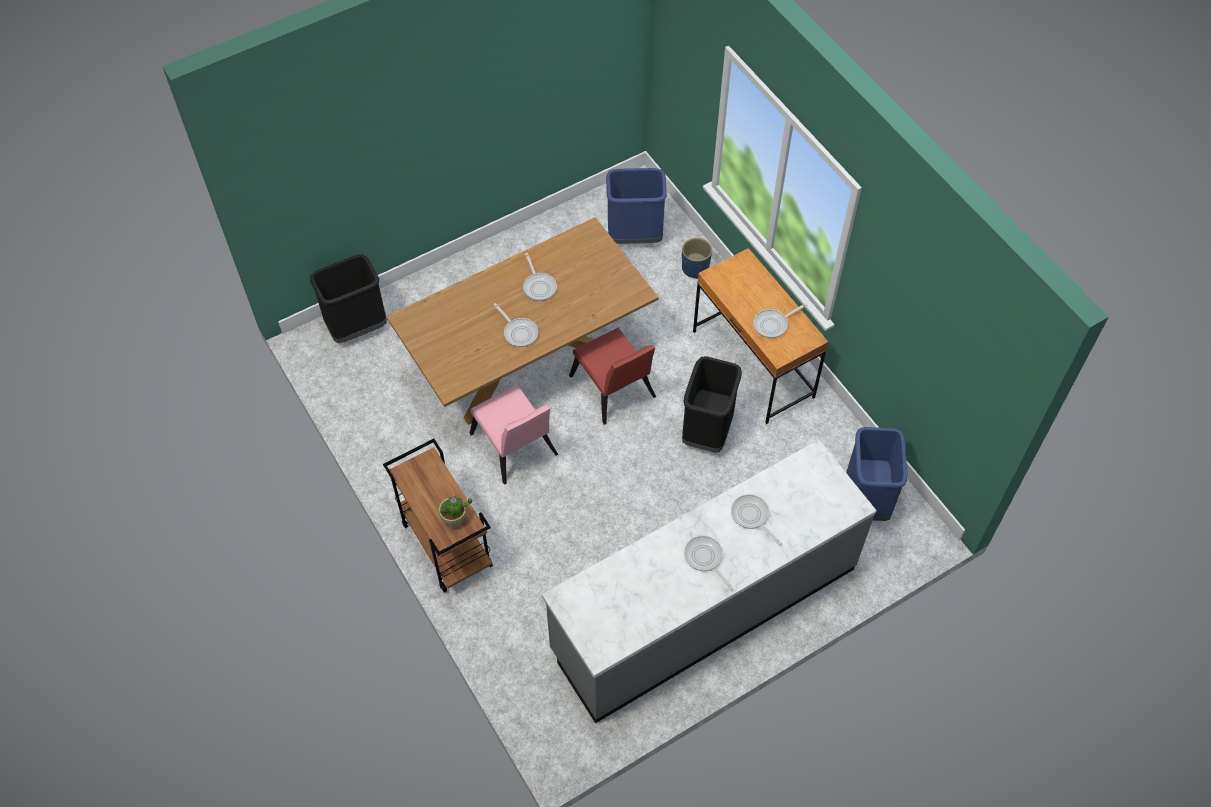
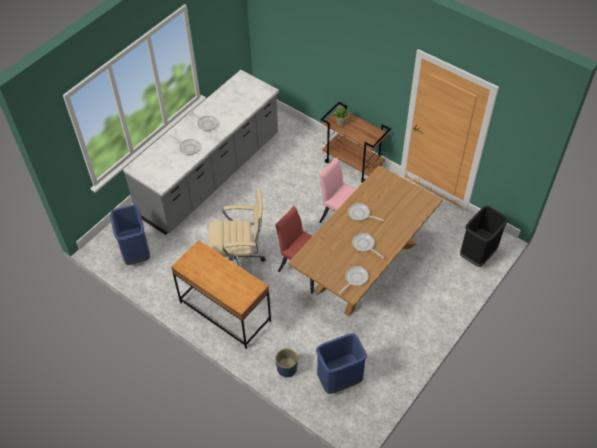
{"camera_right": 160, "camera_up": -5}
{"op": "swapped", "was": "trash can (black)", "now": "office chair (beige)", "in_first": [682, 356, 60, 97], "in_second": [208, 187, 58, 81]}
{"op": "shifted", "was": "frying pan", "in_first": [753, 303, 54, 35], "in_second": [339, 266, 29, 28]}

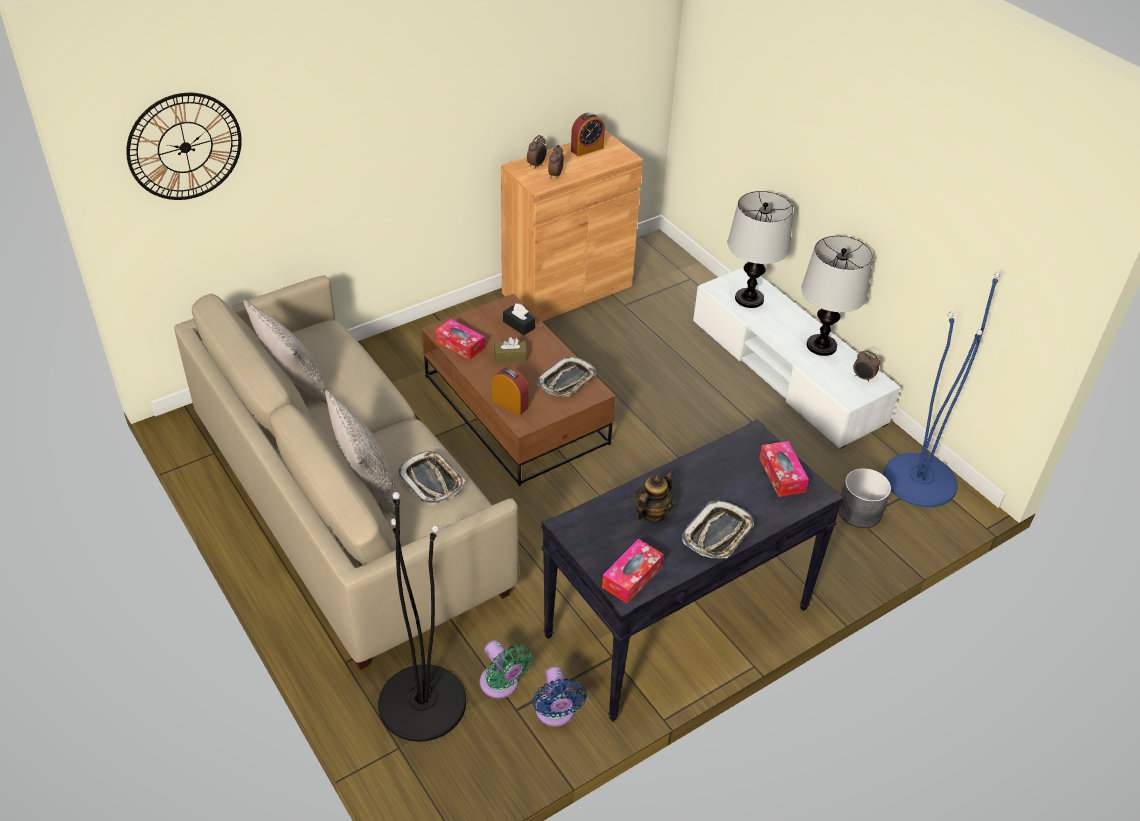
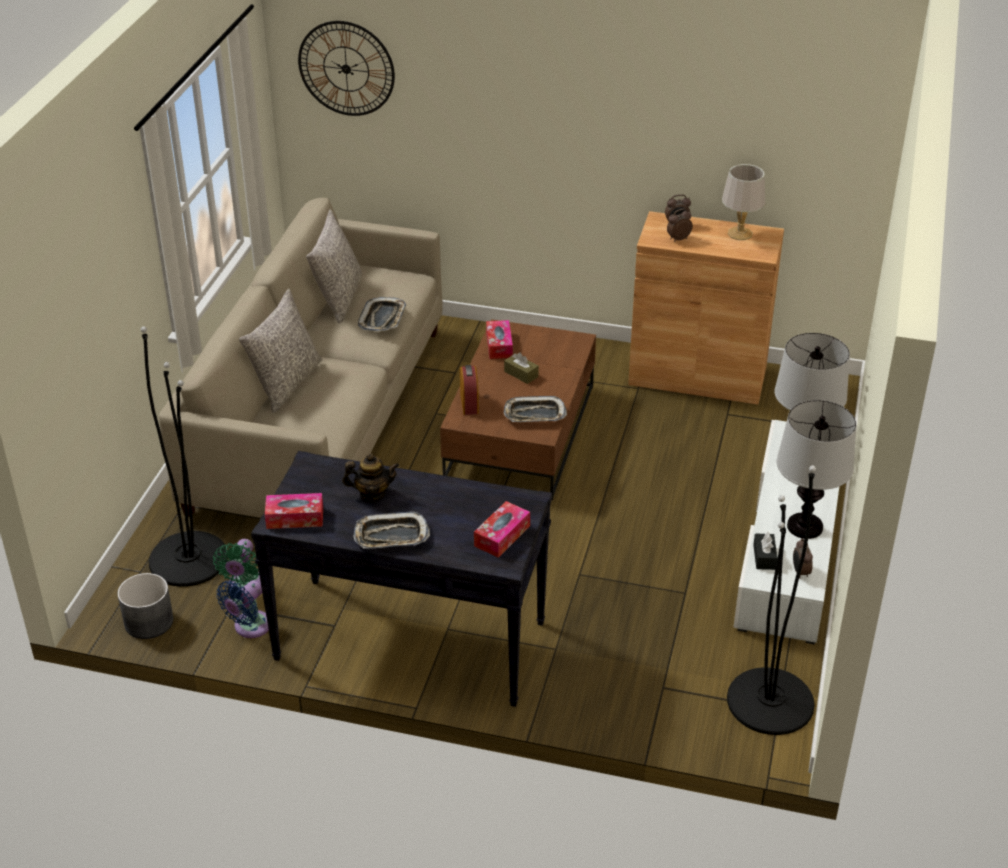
{"camera_right": 50, "camera_up": -5}
{"op": "shifted", "was": "planter (grey)", "in_first": [838, 468, 53, 60], "in_second": [117, 573, 56, 66]}
{"op": "shifted", "was": "tray", "in_first": [397, 451, 68, 54], "in_second": [358, 297, 48, 34]}
{"op": "swapped", "was": "alarm clock", "now": "table lamp (grey)", "in_first": [571, 112, 34, 44], "in_second": [722, 164, 43, 76]}
{"op": "repainted", "was": "floor lamp (blue)", "now": "floor lamp (black)", "in_first": [884, 272, 116, 235], "in_second": [727, 465, 89, 270]}
{"op": "shifted", "was": "tissue box (black)", "in_first": [503, 303, 32, 32], "in_second": [753, 532, 24, 38]}

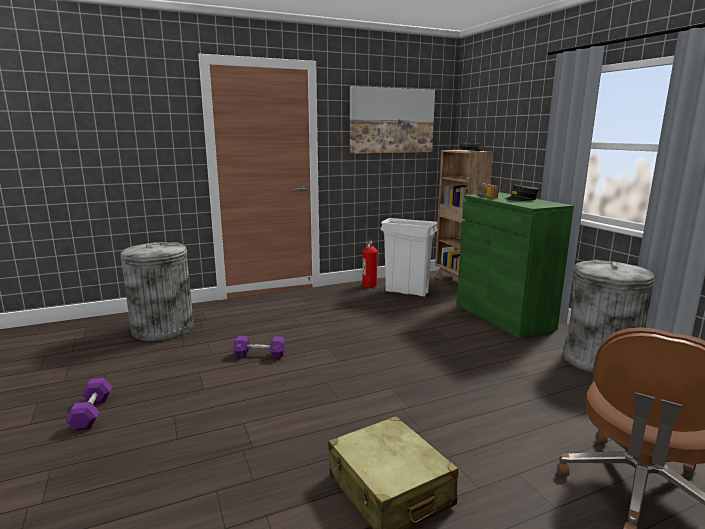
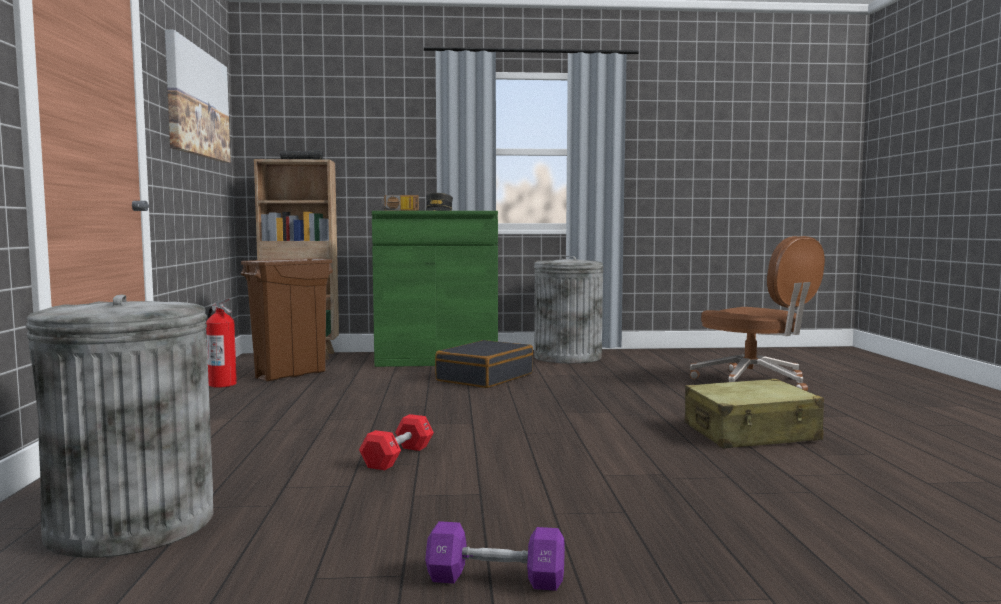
{"camera_right": -70, "camera_up": -10}
{"op": "repainted", "was": "trash can (white)", "now": "trash can (brown)", "in_first": [381, 218, 57, 79], "in_second": [241, 258, 92, 123]}
{"op": "repainted", "was": "dumbbell (purple)", "now": "dumbbell (red)", "in_first": [233, 336, 52, 22], "in_second": [359, 414, 75, 56]}
{"op": "new", "now": "suitcase (black)", "in_second": [435, 340, 98, 48]}

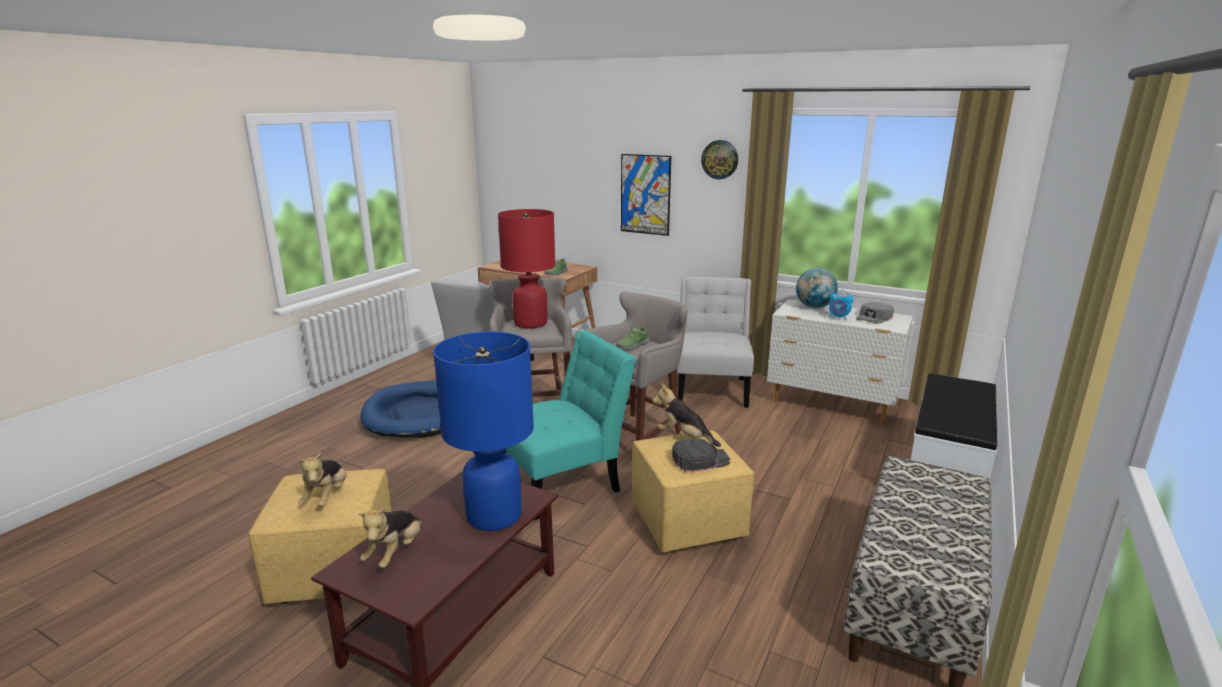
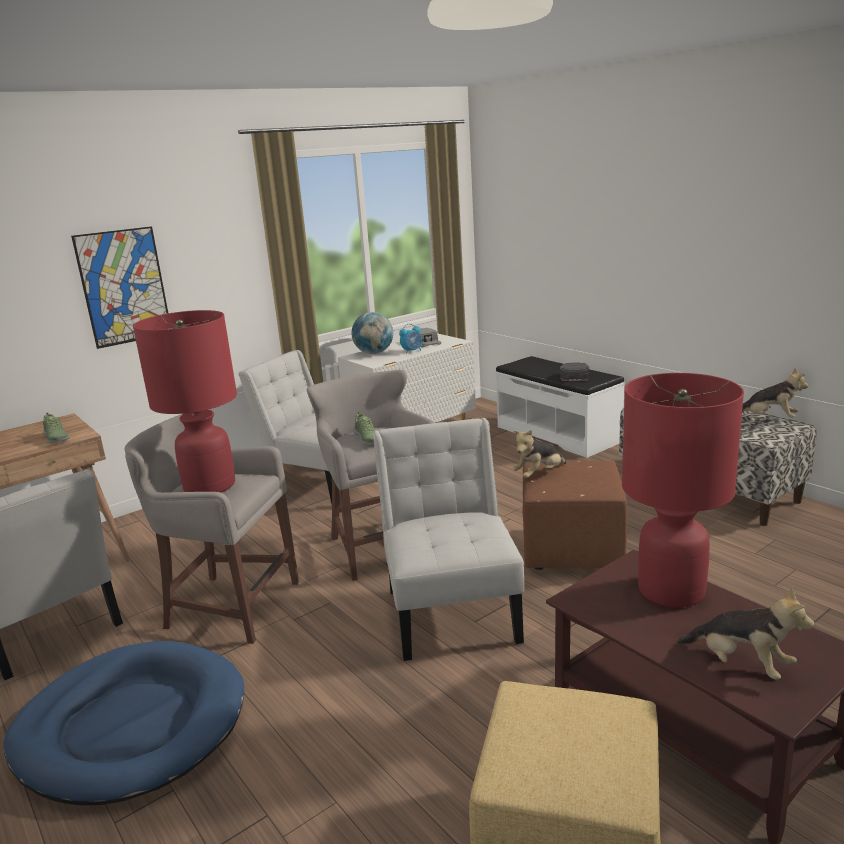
{"camera_right": -65, "camera_up": 0}
{"op": "repainted", "was": "chair (turquoise)", "now": "chair (white)", "in_first": [505, 330, 131, 190], "in_second": [373, 418, 151, 243]}
{"op": "repainted", "was": "ottoman (yellow)", "now": "ottoman (brown)", "in_first": [632, 430, 122, 123], "in_second": [523, 461, 104, 109]}
{"op": "shifted", "was": "cap (black)", "in_first": [672, 438, 58, 34], "in_second": [560, 363, 29, 18]}
{"op": "repainted", "was": "table lamp (blue)", "now": "table lamp (red)", "in_first": [433, 332, 101, 199], "in_second": [622, 373, 122, 234]}
{"op": "shifted", "was": "plush toy", "in_first": [298, 452, 49, 55], "in_second": [742, 368, 66, 50]}
{"op": "gone", "was": "wall clock", "in_first": [701, 140, 37, 39]}

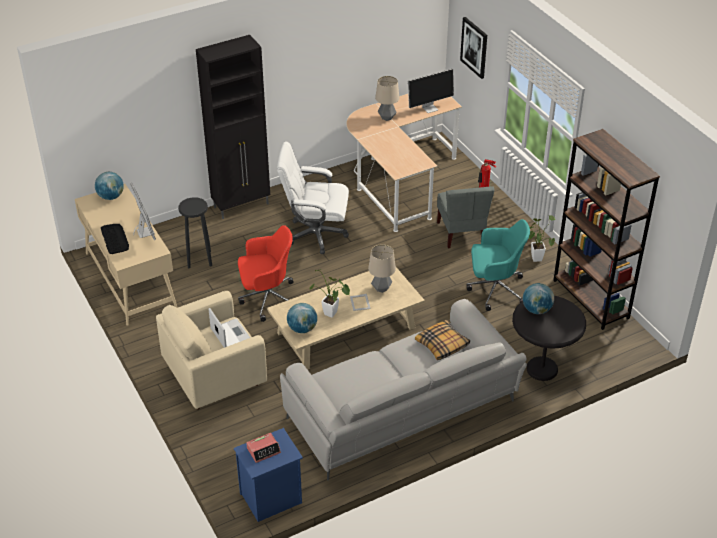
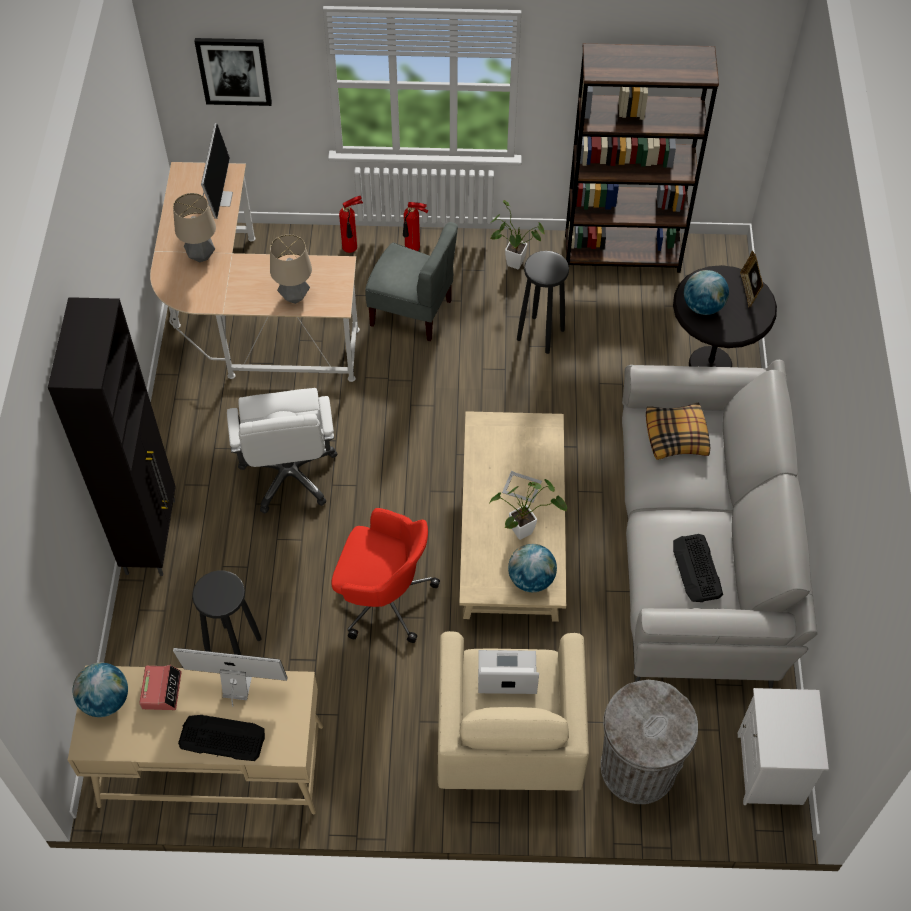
{"camera_right": -60, "camera_up": 15}
{"op": "shifted", "was": "alarm clock", "in_first": [246, 433, 35, 30], "in_second": [139, 665, 43, 45]}
{"op": "rotated", "was": "office chair (white)", "in_first": [277, 141, 72, 113], "in_second": [227, 388, 110, 125], "clockwise": -45}
{"op": "shifted", "was": "table lamp", "in_first": [368, 244, 28, 49], "in_second": [270, 234, 42, 70]}
{"op": "rotated", "was": "office chair (red)", "in_first": [238, 225, 56, 97], "in_second": [332, 508, 108, 135], "clockwise": 90}
{"op": "new", "now": "fire extinguisher", "in_second": [403, 202, 25, 49]}
{"op": "swapped", "was": "office chair (turquoise)", "now": "stool (black)", "in_first": [467, 219, 63, 92], "in_second": [517, 251, 52, 103]}
{"op": "new", "now": "trash can (grey)", "in_second": [601, 680, 97, 124]}
{"op": "new", "now": "keyboard", "in_second": [673, 534, 50, 68]}
{"op": "repainted", "was": "nightstand (blue)", "now": "nightstand (white)", "in_first": [234, 428, 69, 94], "in_second": [738, 688, 91, 117]}
{"op": "new", "now": "picture frame", "in_second": [740, 251, 24, 57]}

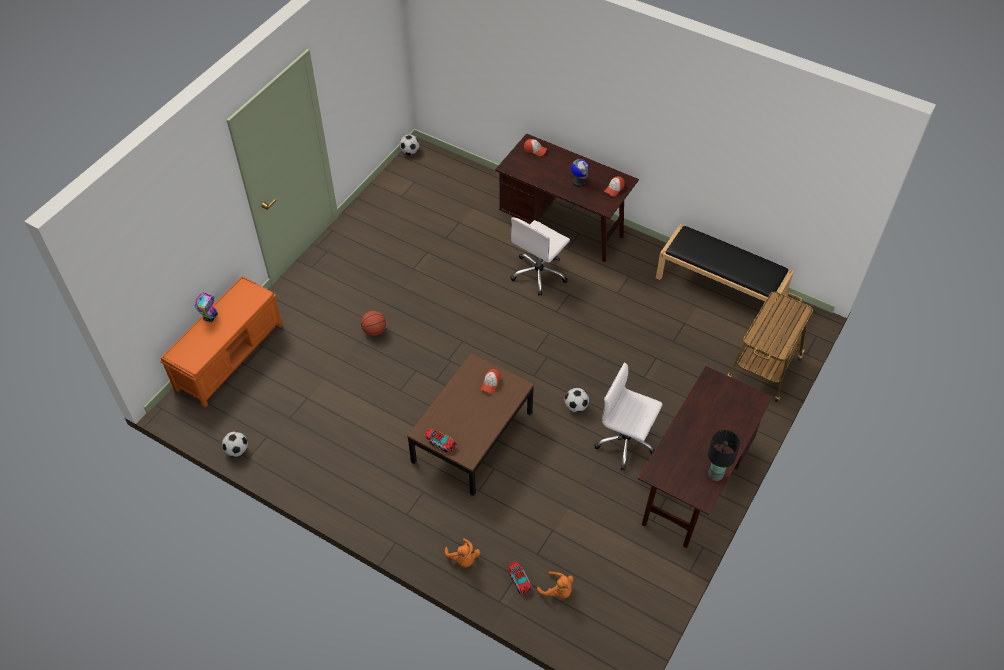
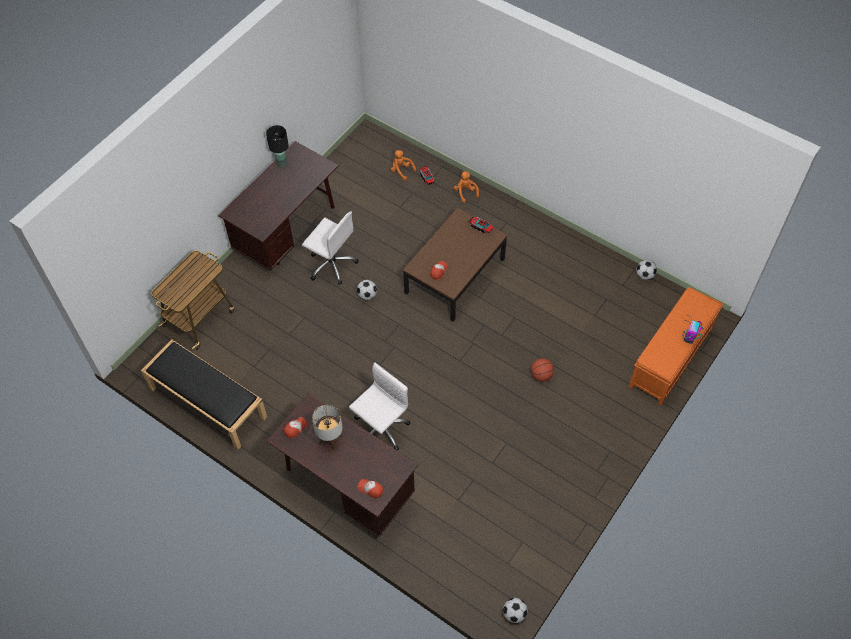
{"camera_right": -175, "camera_up": 5}
{"op": "swapped", "was": "globe", "now": "table lamp", "in_first": [571, 159, 18, 28], "in_second": [312, 405, 31, 46]}

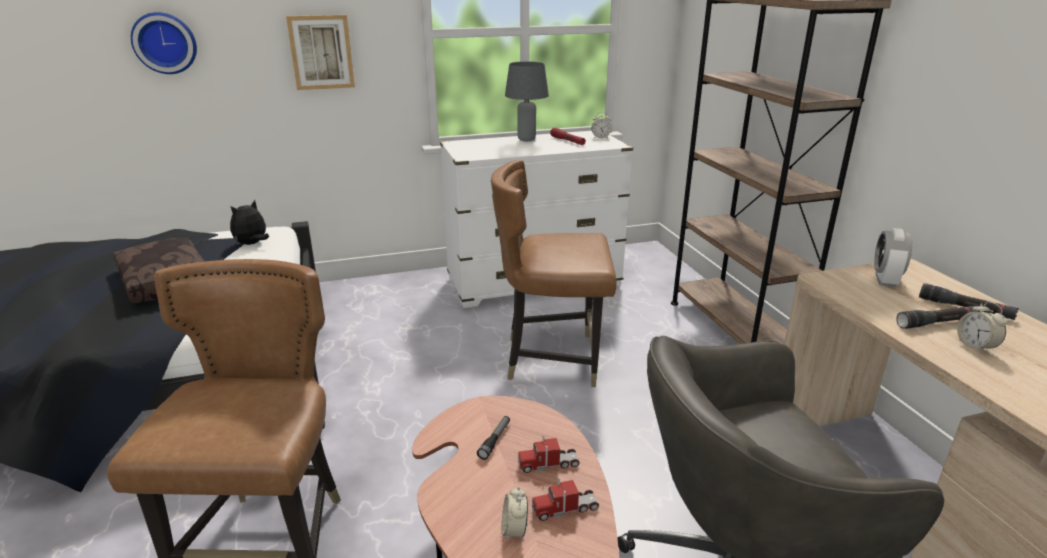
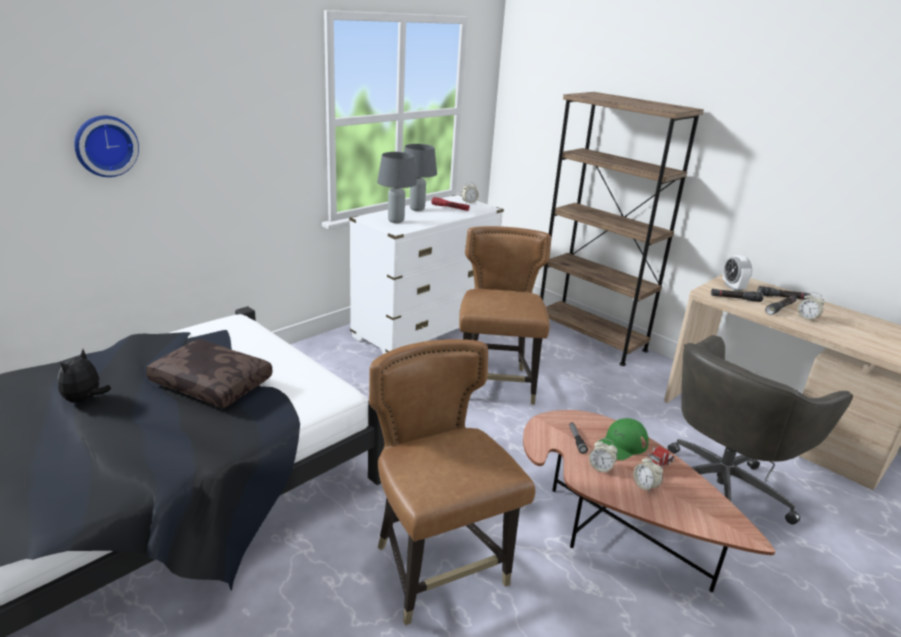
{"camera_right": -30, "camera_up": 0}
{"op": "shifted", "was": "plush toy", "in_first": [230, 200, 39, 45], "in_second": [57, 349, 54, 54]}
{"op": "new", "now": "table lamp (grey)", "in_second": [377, 152, 40, 71]}
{"op": "rotated", "was": "chair (brown)", "in_first": [491, 160, 126, 227], "in_second": [459, 226, 92, 179], "clockwise": 120}
{"op": "new", "now": "alarm clock", "in_second": [589, 439, 29, 35]}
{"op": "swapped", "was": "toy truck", "now": "cap (green)", "in_first": [518, 435, 62, 38], "in_second": [597, 418, 52, 42]}
{"op": "new", "now": "flashlight (black)", "in_second": [711, 289, 53, 13]}
{"op": "gone", "was": "picture", "in_first": [286, 15, 69, 75]}

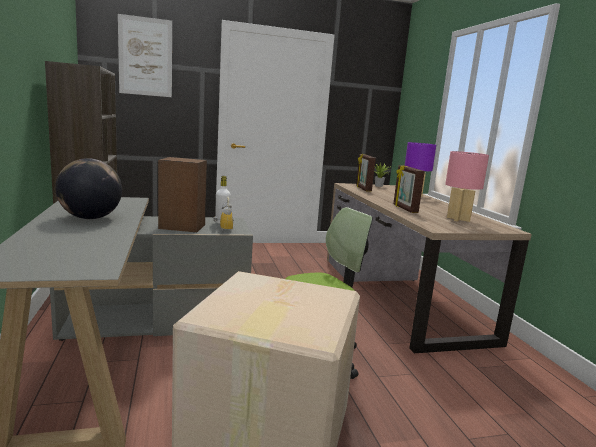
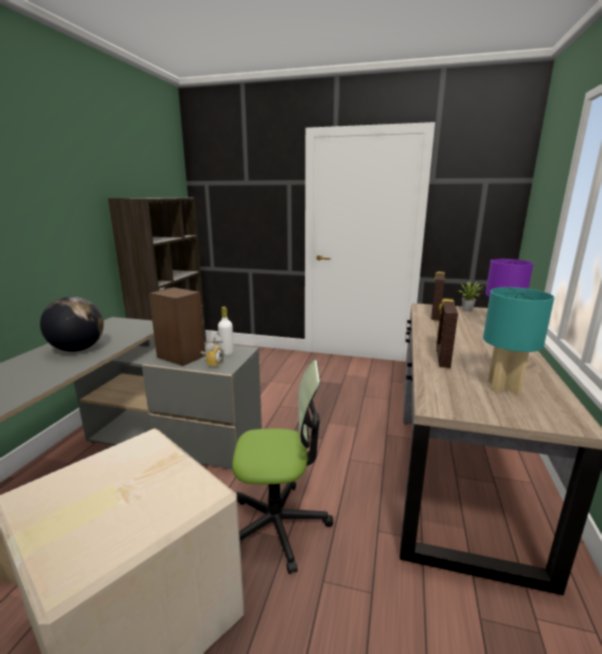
{"camera_right": 30, "camera_up": 5}
{"op": "repainted", "was": "table lamp (pink)", "now": "table lamp (turquoise)", "in_first": [445, 151, 44, 71], "in_second": [483, 287, 71, 108]}
{"op": "gone", "was": "picture", "in_first": [118, 14, 54, 83]}

